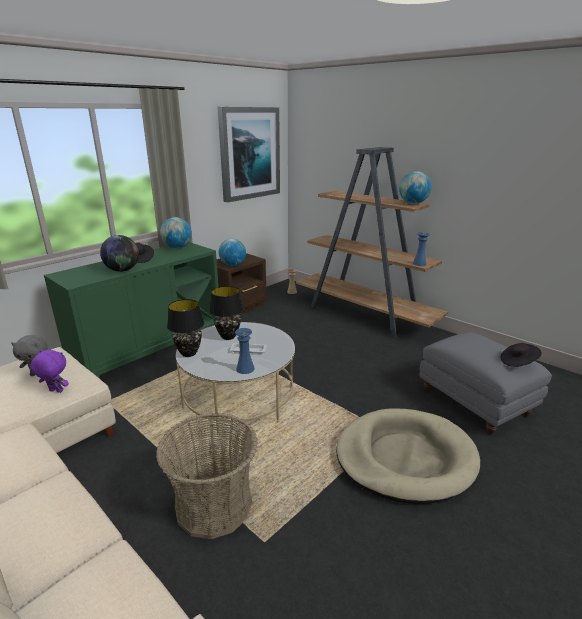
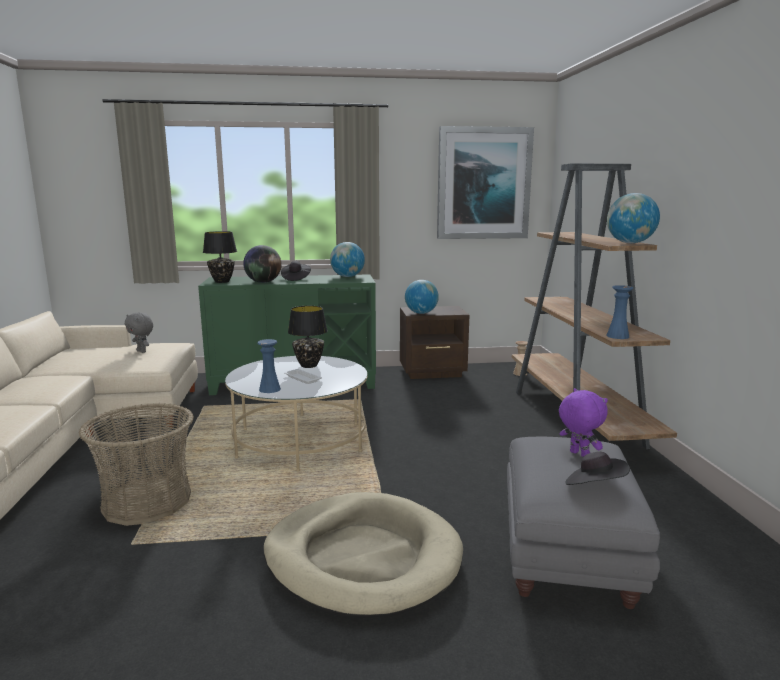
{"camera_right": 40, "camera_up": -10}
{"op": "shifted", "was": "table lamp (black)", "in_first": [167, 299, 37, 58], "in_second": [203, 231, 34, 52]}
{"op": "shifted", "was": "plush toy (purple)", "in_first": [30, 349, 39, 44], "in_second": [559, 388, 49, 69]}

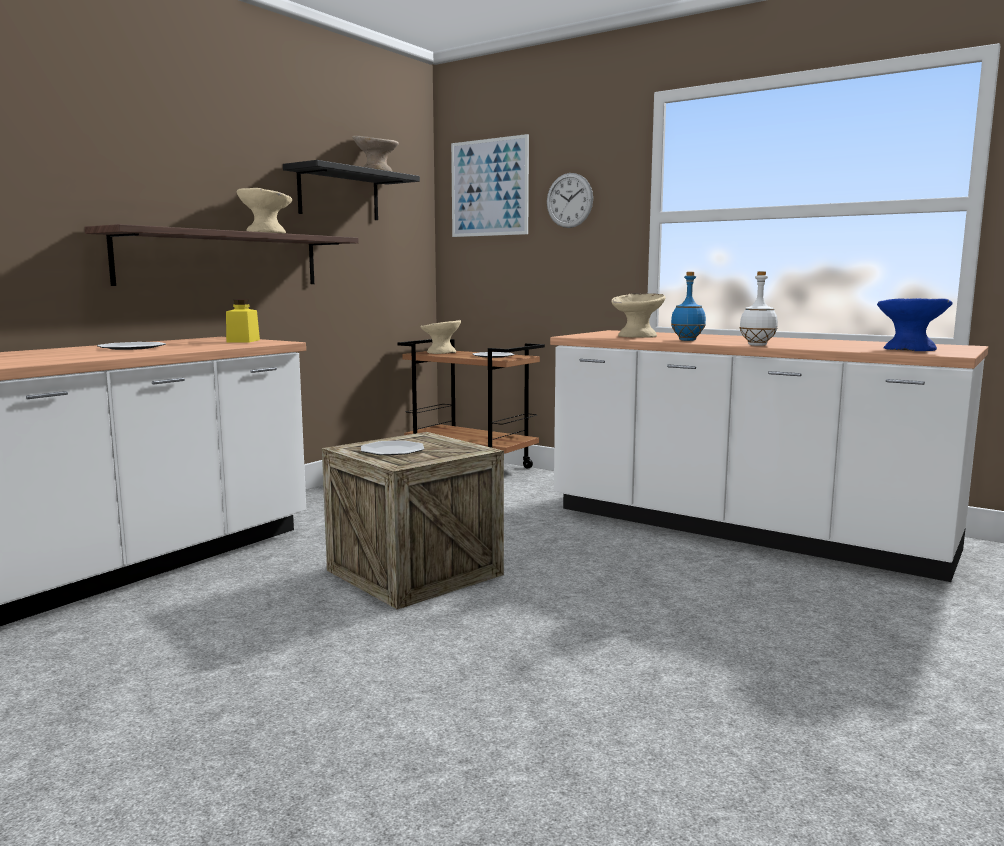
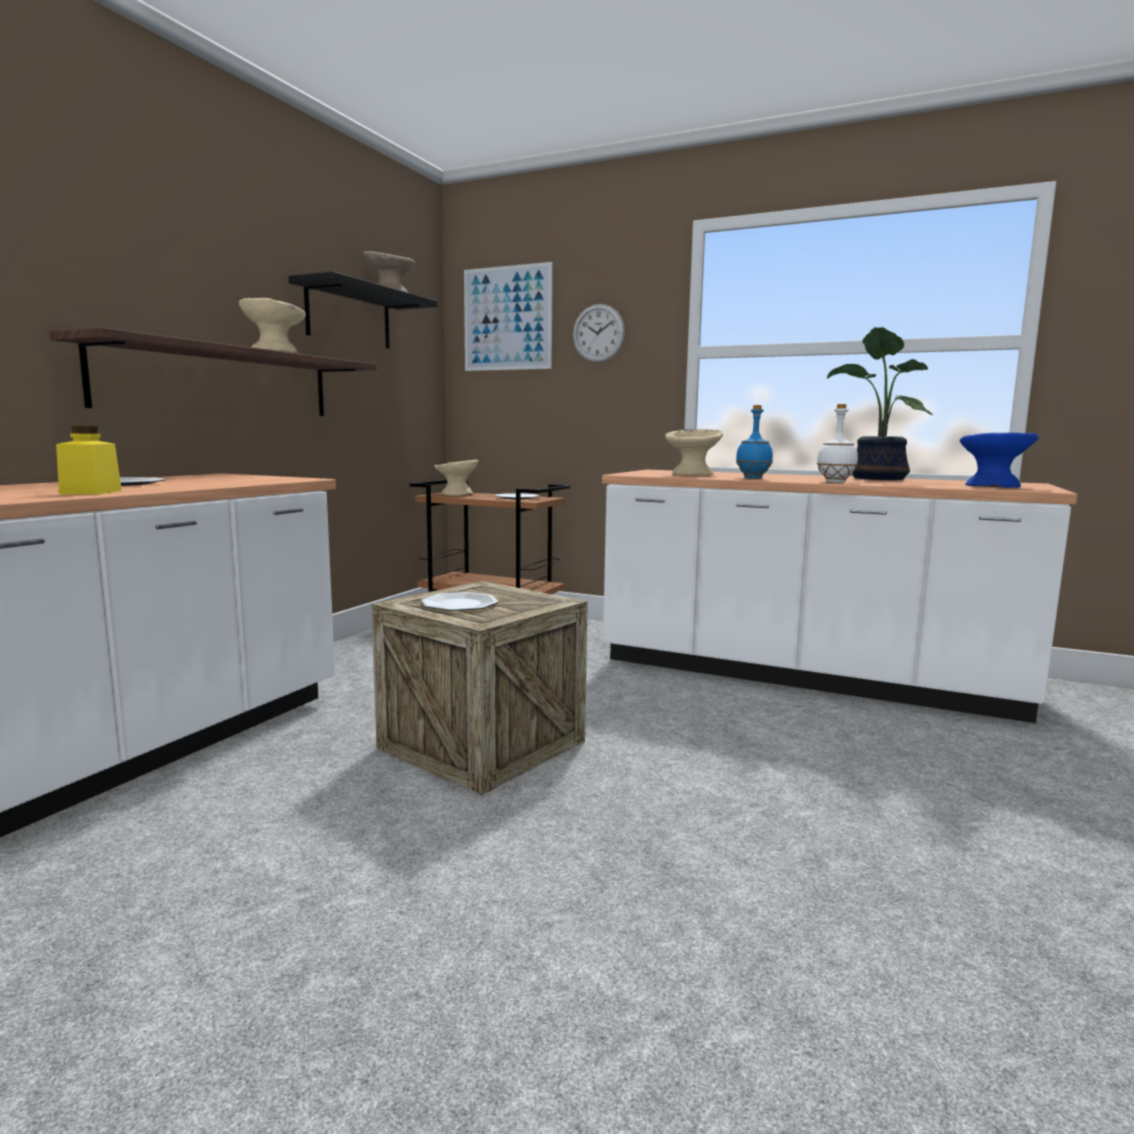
{"camera_right": -10, "camera_up": 0}
{"op": "shifted", "was": "jar (yellow)", "in_first": [226, 300, 34, 43], "in_second": [56, 426, 66, 68]}
{"op": "new", "now": "potted plant", "in_second": [827, 327, 106, 153]}

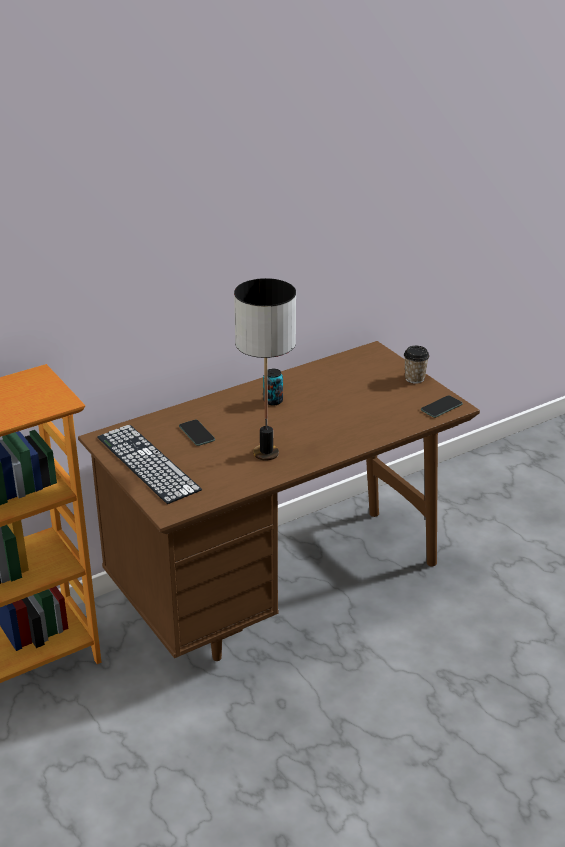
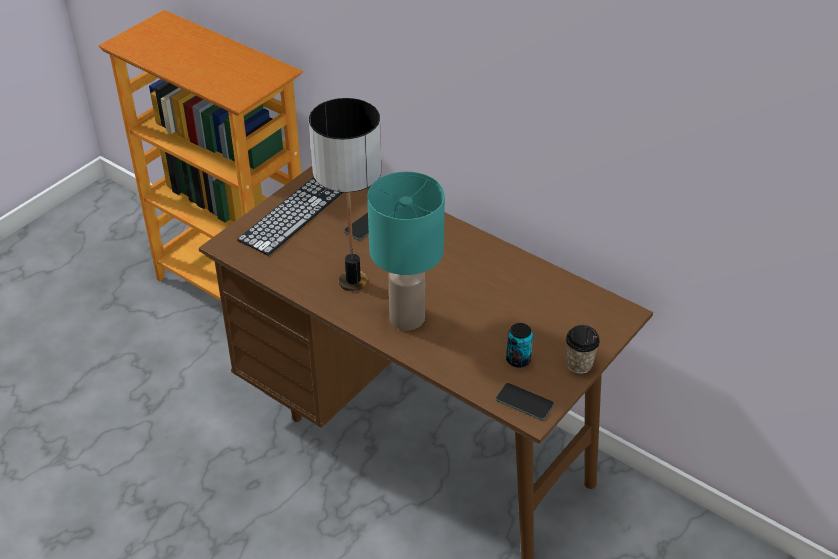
{"camera_right": 70, "camera_up": 10}
{"op": "new", "now": "table lamp (turquoise)", "in_second": [367, 172, 78, 158]}
{"op": "shifted", "was": "can", "in_first": [263, 369, 20, 37], "in_second": [506, 323, 27, 45]}

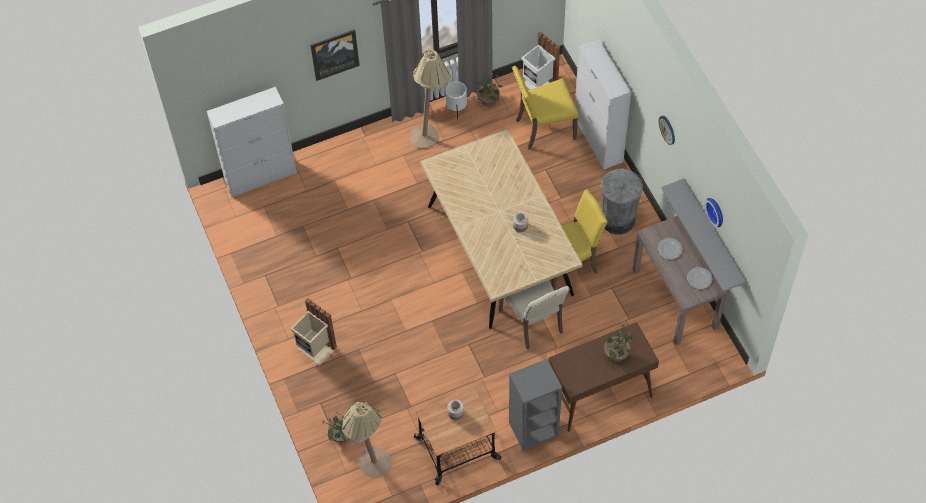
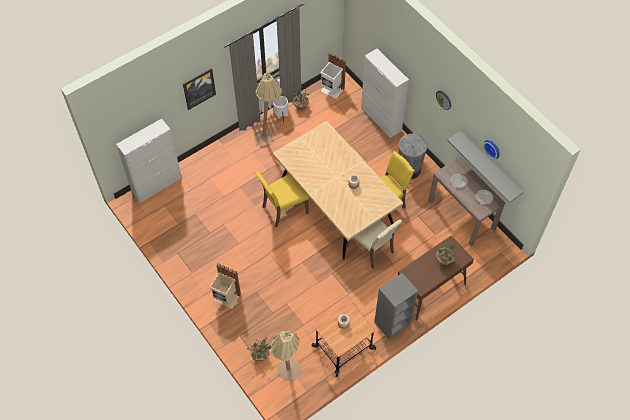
{"camera_right": -15, "camera_up": 0}
{"op": "shifted", "was": "chair (yellow)", "in_first": [512, 66, 67, 83], "in_second": [255, 171, 54, 56]}

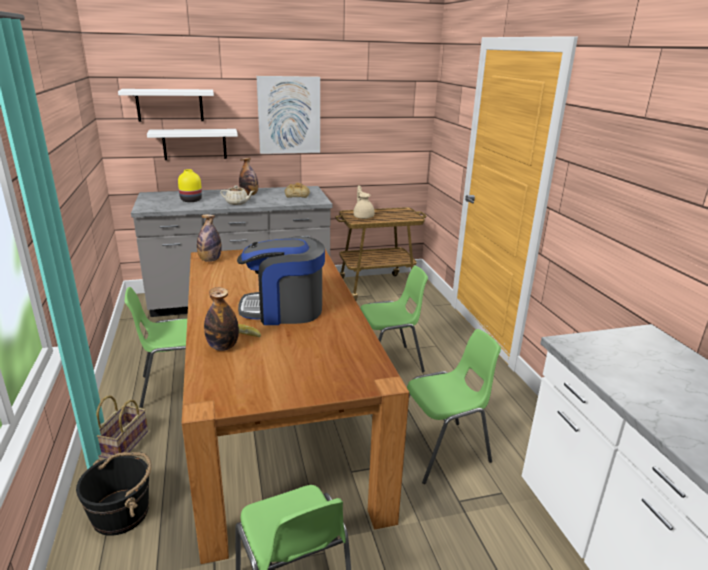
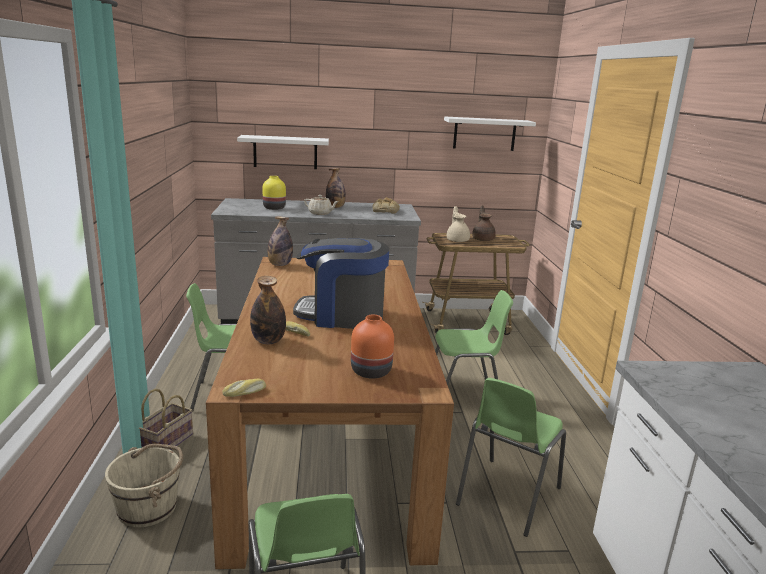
{"camera_right": 10, "camera_up": -5}
{"op": "repainted", "was": "bucket (black)", "now": "bucket (beige)", "in_first": [76, 452, 76, 84], "in_second": [105, 444, 78, 84]}
{"op": "new", "now": "bread", "in_second": [222, 379, 44, 18]}
{"op": "new", "now": "vase (orange)", "in_second": [351, 315, 43, 64]}
{"op": "shifted", "was": "shelf (white)", "in_first": [118, 89, 96, 33], "in_second": [444, 117, 92, 34]}
{"op": "rotated", "was": "chair (green)", "in_first": [407, 329, 94, 155], "in_second": [456, 378, 110, 159], "clockwise": 135}
{"op": "new", "now": "teapot (brown)", "in_second": [472, 205, 24, 36]}
{"op": "gone", "was": "picture", "in_first": [257, 76, 63, 78]}

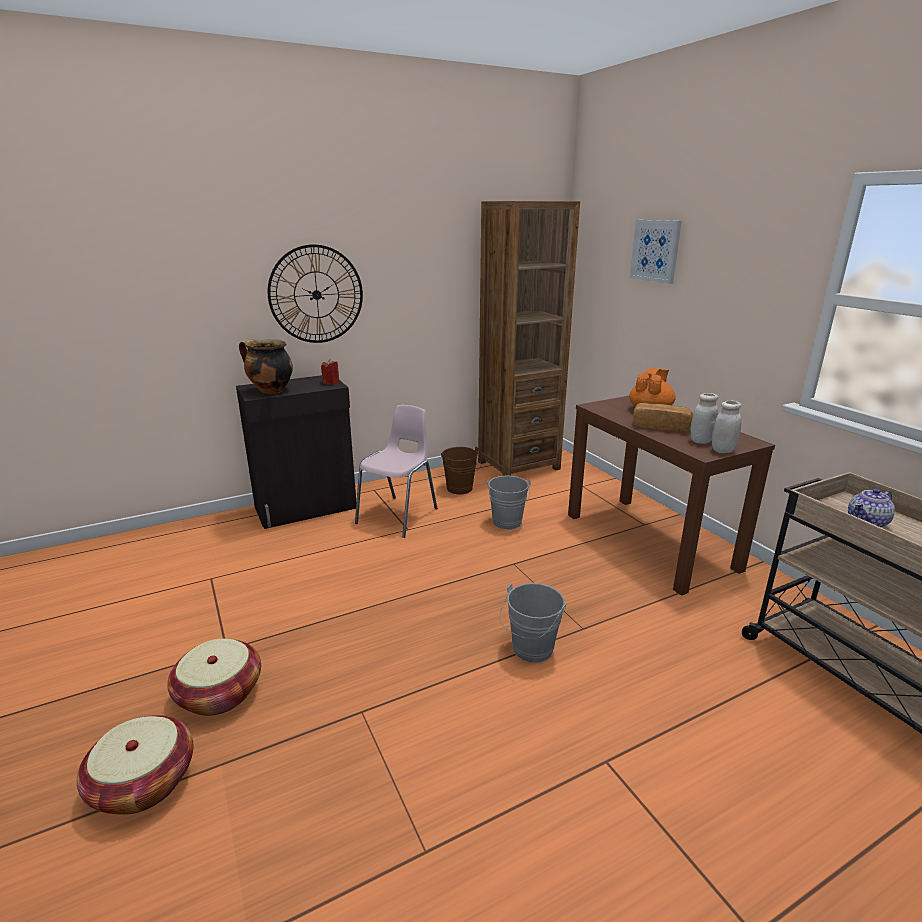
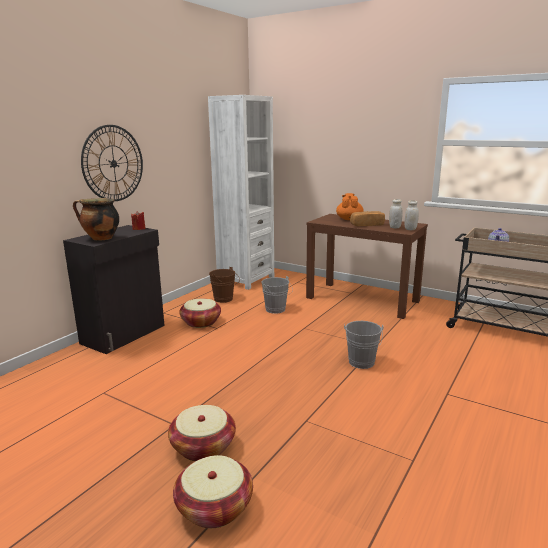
{"camera_right": -30, "camera_up": -5}
{"op": "swapped", "was": "chair (pink)", "now": "basket", "in_first": [355, 405, 82, 133], "in_second": [179, 298, 42, 30]}
{"op": "repainted", "was": "bookcase (brown)", "now": "bookcase (white)", "in_first": [478, 201, 102, 275], "in_second": [208, 95, 66, 195]}
{"op": "gone", "was": "picture", "in_first": [630, 220, 52, 64]}

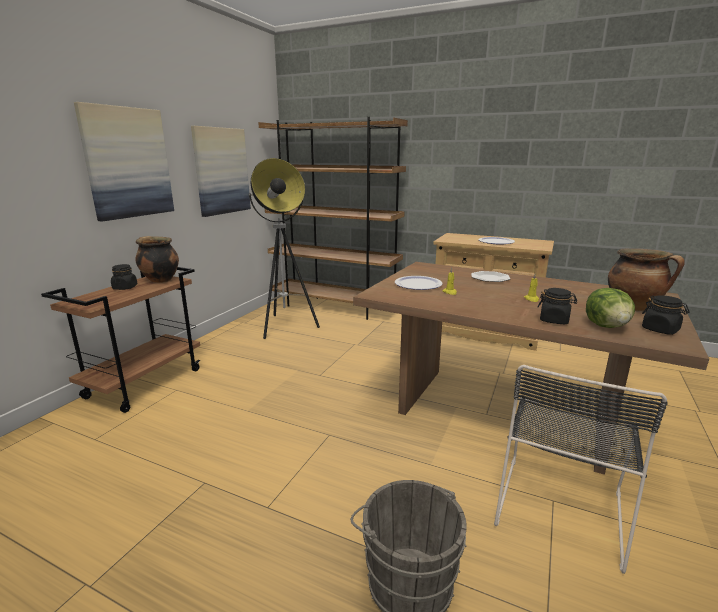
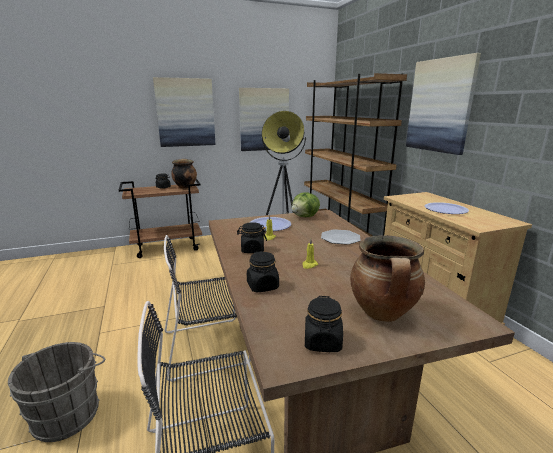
{"camera_right": 45, "camera_up": 0}
{"op": "new", "now": "chair (black)", "in_second": [164, 235, 87, 147]}
{"op": "new", "now": "jar (black)", "in_second": [237, 222, 30, 31]}
{"op": "shifted", "was": "lettuce", "in_first": [586, 288, 49, 40], "in_second": [292, 192, 28, 25]}
{"op": "new", "now": "picture", "in_second": [406, 53, 75, 102]}

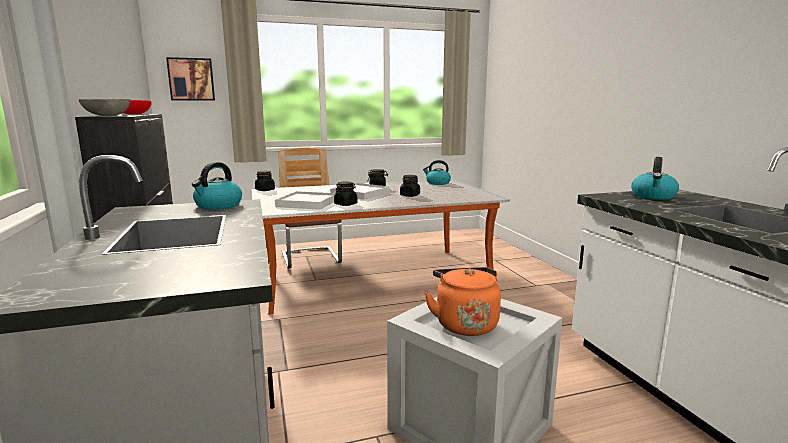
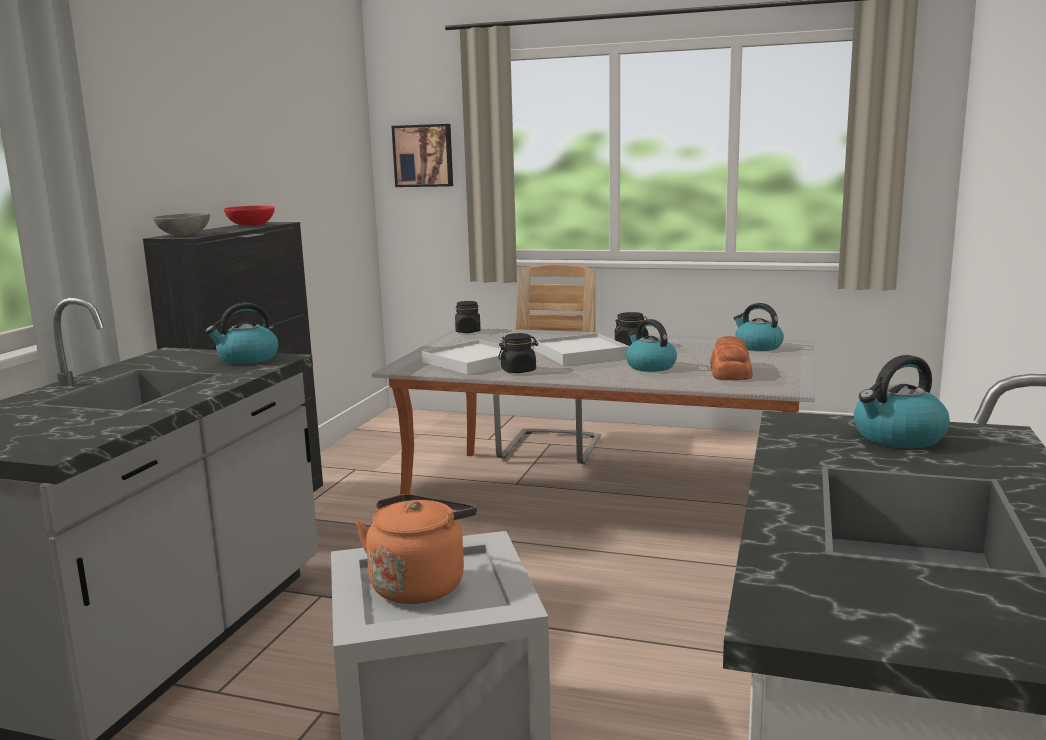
{"camera_right": 35, "camera_up": 0}
{"op": "swapped", "was": "jar (black)", "now": "kettle", "in_first": [400, 175, 20, 22], "in_second": [626, 319, 51, 53]}
{"op": "new", "now": "bread", "in_second": [710, 336, 43, 44]}

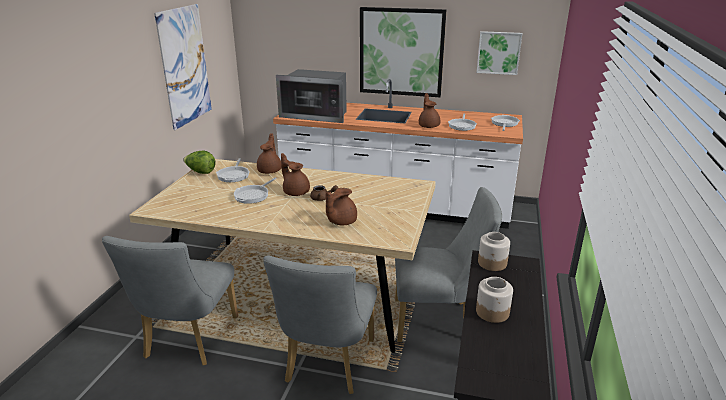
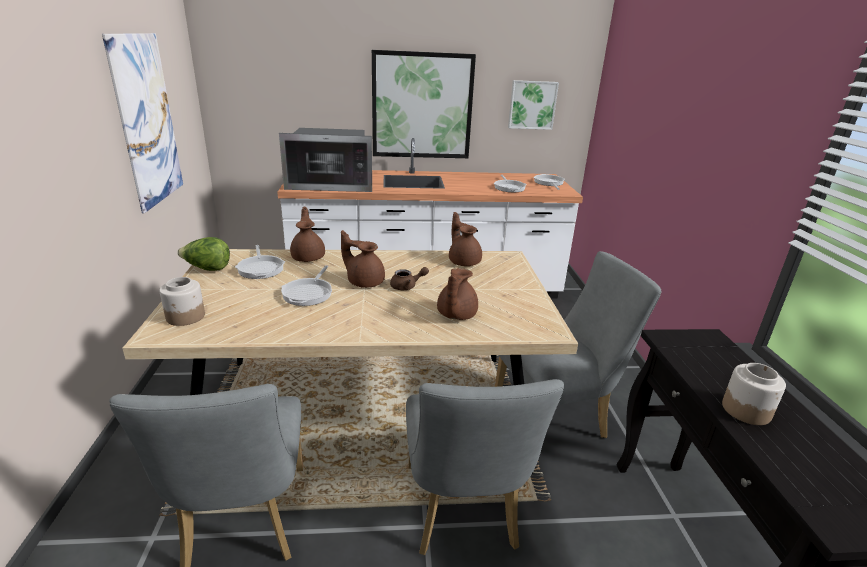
{"camera_right": -20, "camera_up": 0}
{"op": "shifted", "was": "jar", "in_first": [478, 232, 32, 39], "in_second": [159, 277, 46, 49]}
{"op": "shifted", "was": "teapot (brown)", "in_first": [419, 93, 21, 35], "in_second": [449, 212, 33, 54]}

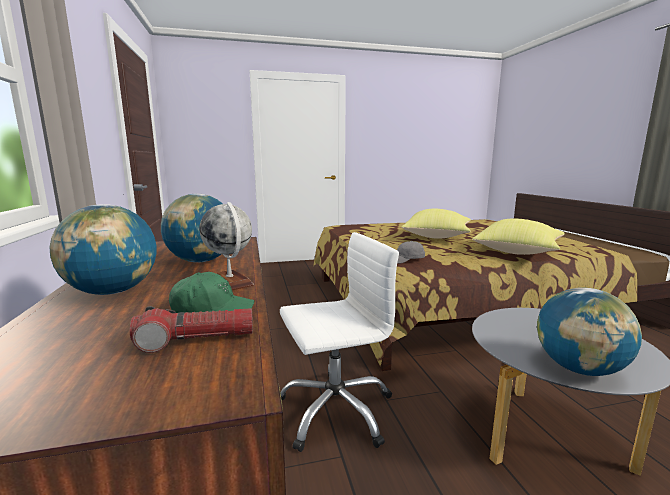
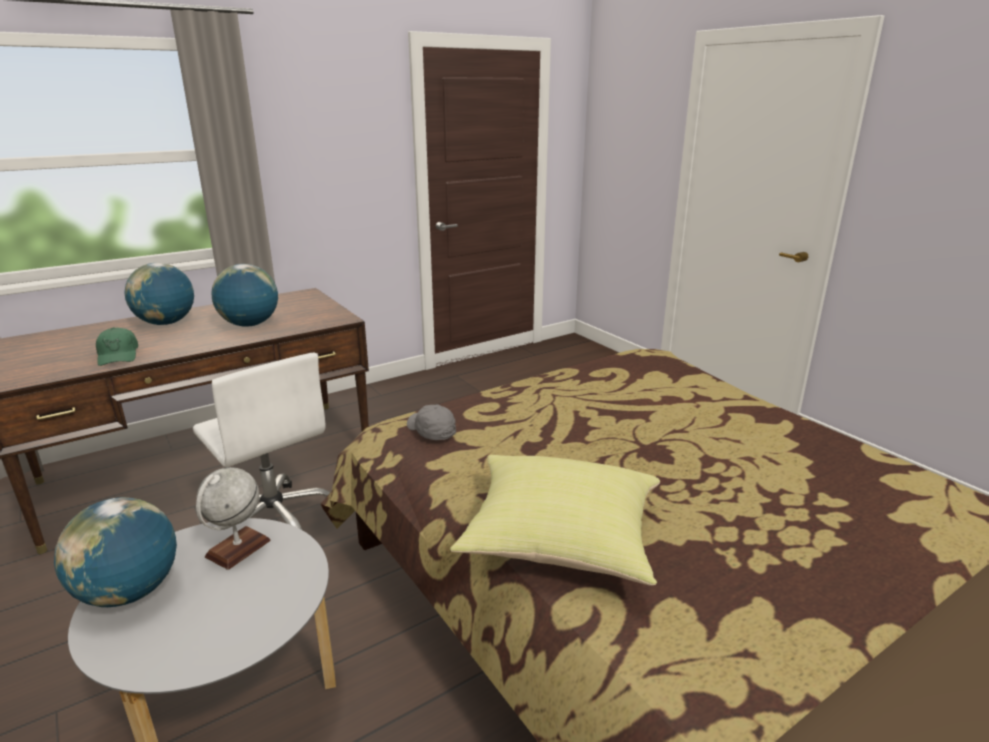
{"camera_right": 70, "camera_up": 10}
{"op": "shifted", "was": "globe", "in_first": [199, 202, 55, 88], "in_second": [196, 467, 75, 103]}
{"op": "gone", "was": "flashlight", "in_first": [130, 306, 123, 47]}
{"op": "gone", "was": "pillow (yellow)", "in_first": [402, 209, 69, 30]}

